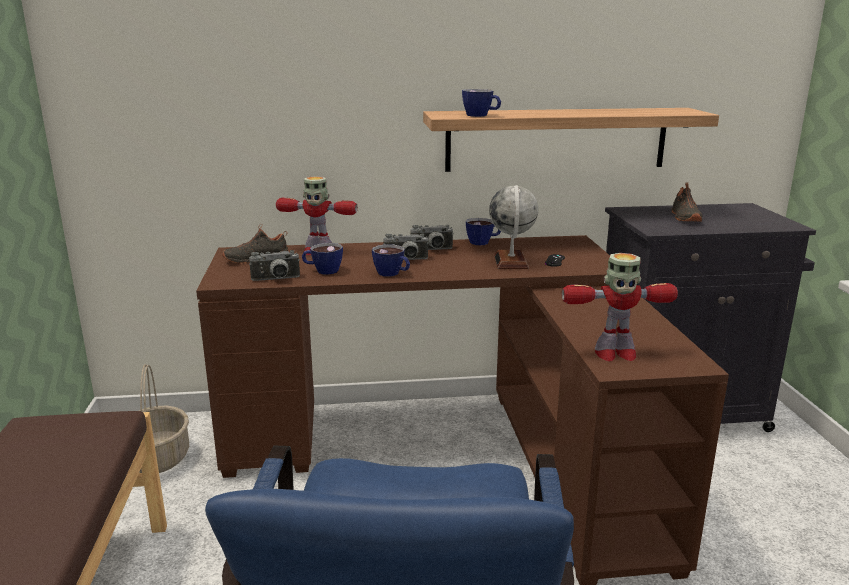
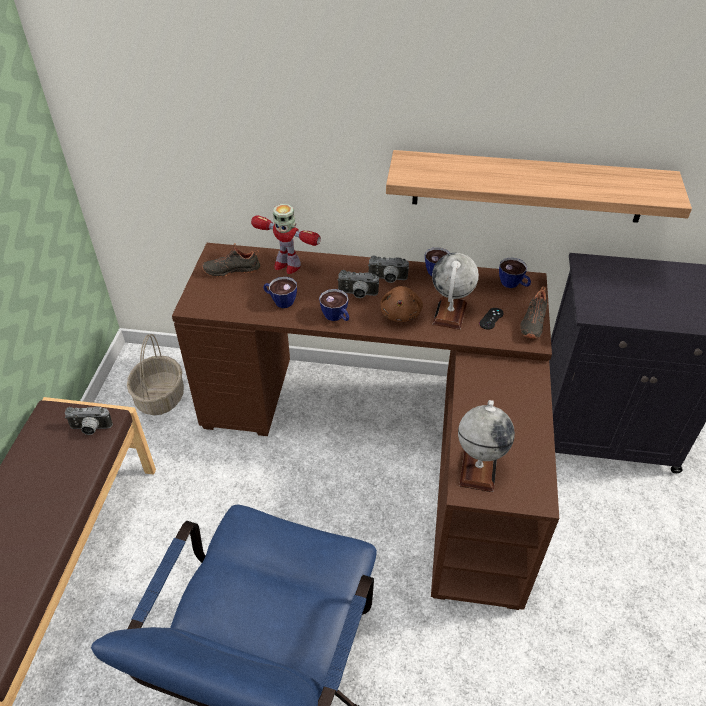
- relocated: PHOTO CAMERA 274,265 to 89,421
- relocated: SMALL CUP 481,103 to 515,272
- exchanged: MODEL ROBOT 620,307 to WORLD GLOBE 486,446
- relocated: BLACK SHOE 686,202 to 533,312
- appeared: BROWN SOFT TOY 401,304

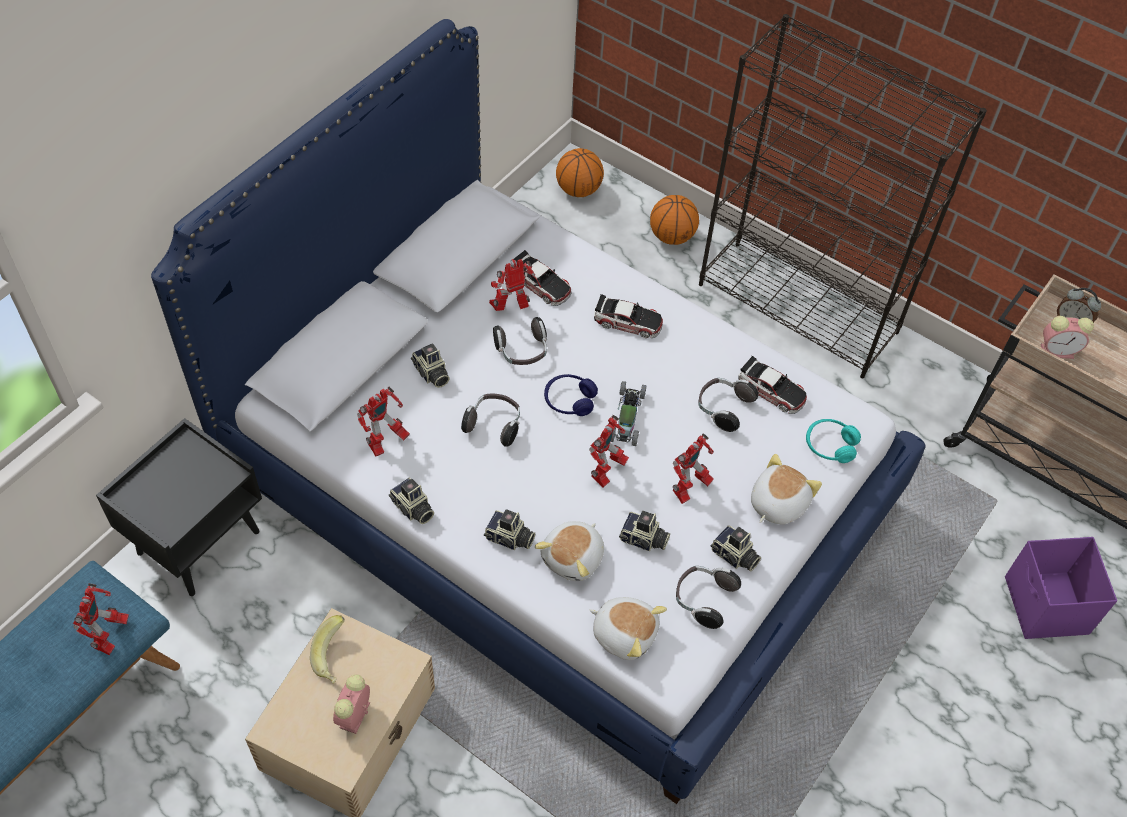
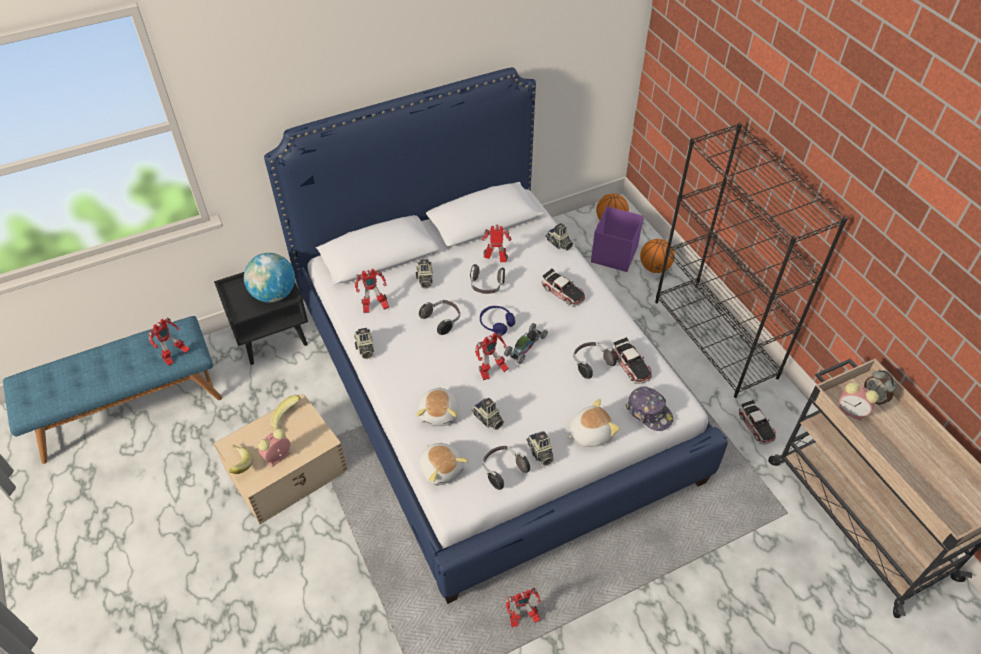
- relocated: PHOTO CAMERA 509,529 to 559,237
- relocated: TOY CAR 541,278 to 757,422
- spun: SOFT TOY 569,551 = 437,406 60 degrees counterclockwise
- relocated: MODEL ROBOT 693,468 to 523,607
- exchanged: TURQUOISE PAIR OF HEADPHONES 833,441 to CAP 649,408
- relocated: PURPLE STORAGE BOX 1061,588 to 617,239
- appeared: BANANA 240,459
- appeared: WORLD GLOBE 269,277

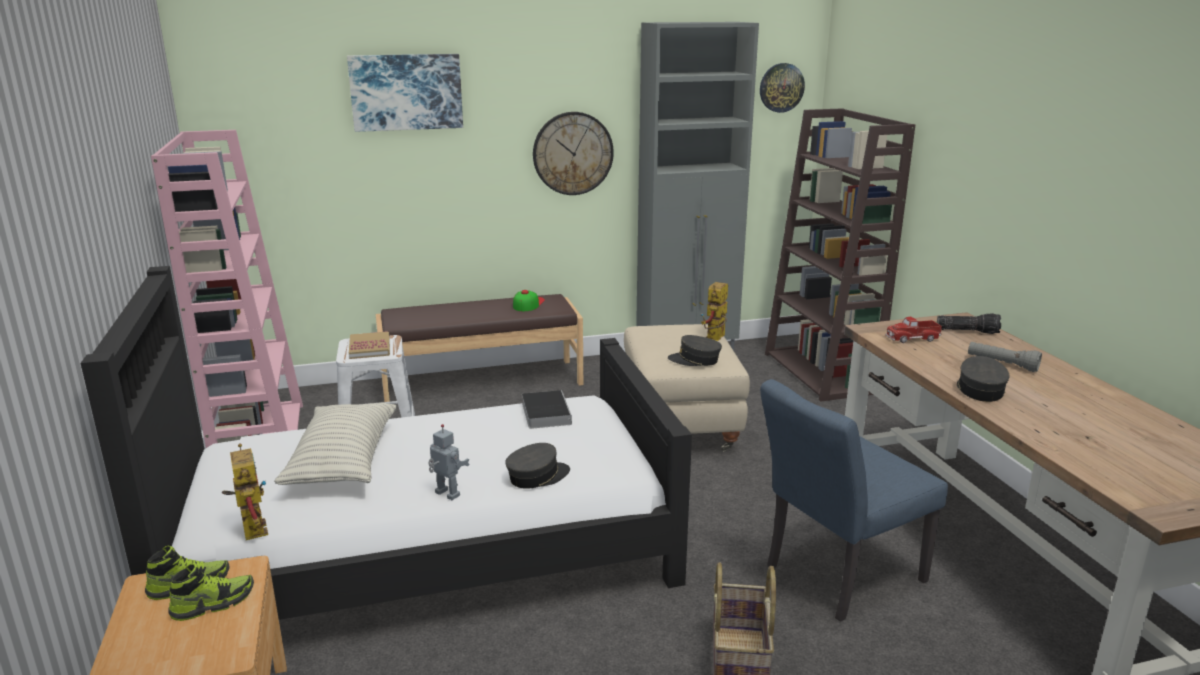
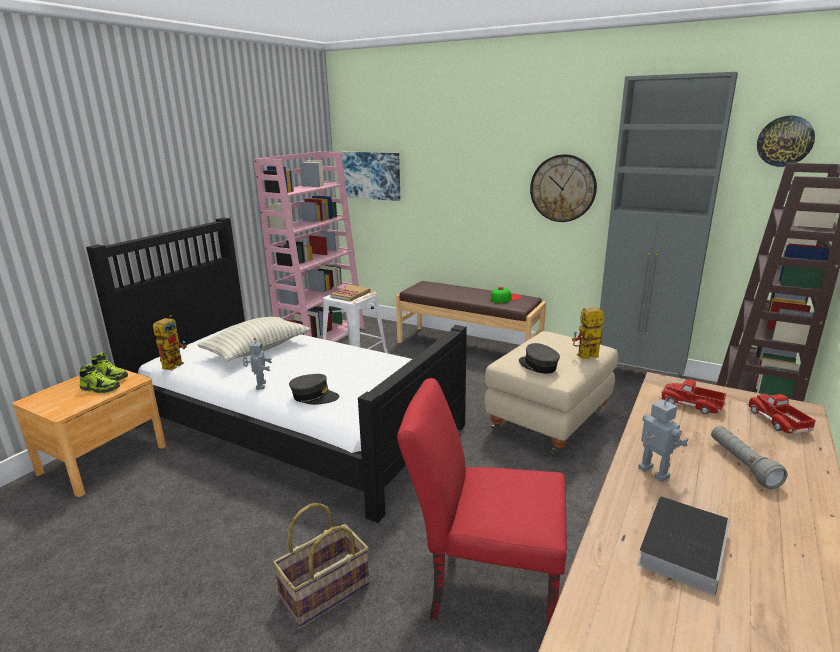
- relocated: WALL ART 405,93 to 370,176
- relocated: BOOK 547,409 to 683,546
- colour: BLUE-COLOURED UPRIGHT CHAIR 854,500 to RED-COLOURED UPRIGHT CHAIR 482,503
- exchanged: HAND TORCH 969,323 to TOY TRUCK 781,413
- exchanged: GREY CAP 983,379 to MODEL ROBOT 663,438

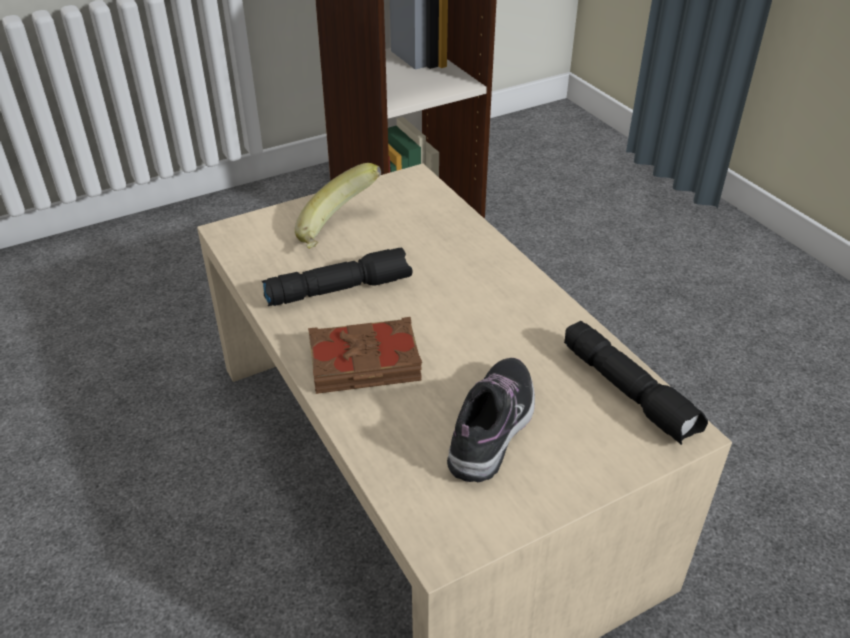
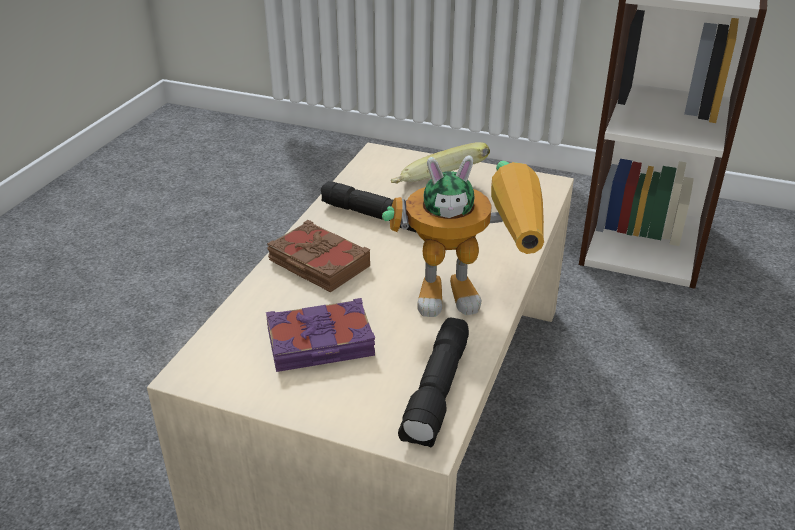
- exchanged: SHOE 491,420 to PURPLE BOOK 320,335
- appeared: MODEL ROBOT 463,236

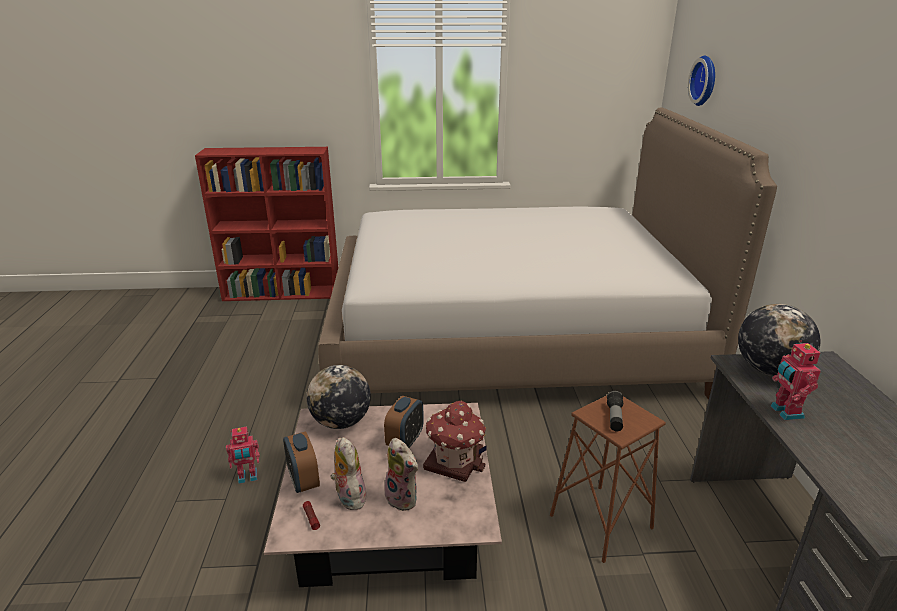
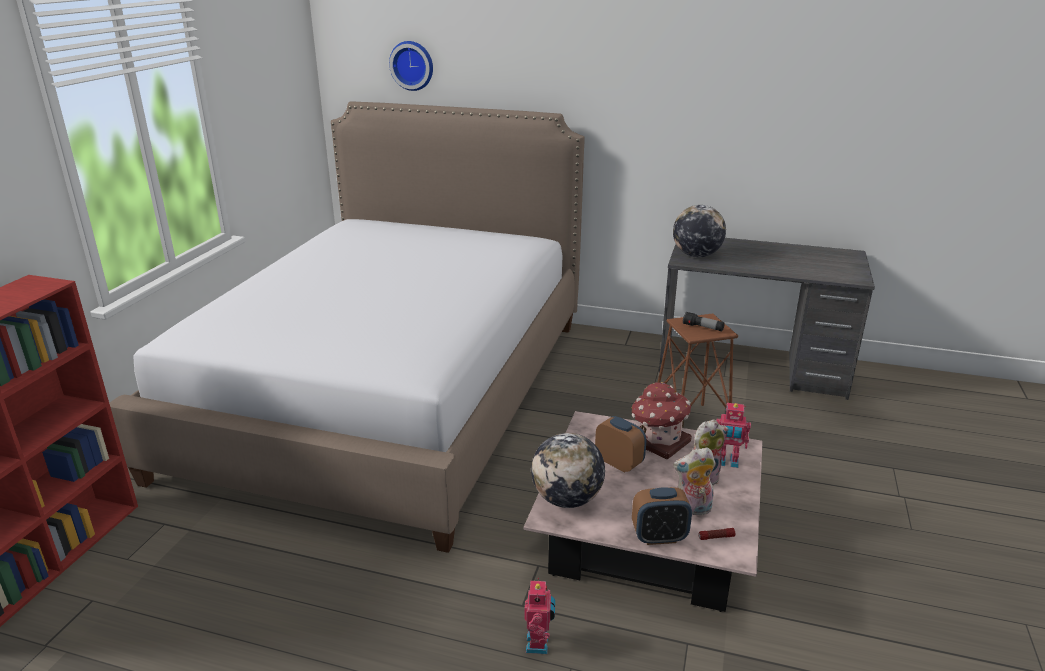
- relocated: MODEL ROBOT 796,380 to 733,435

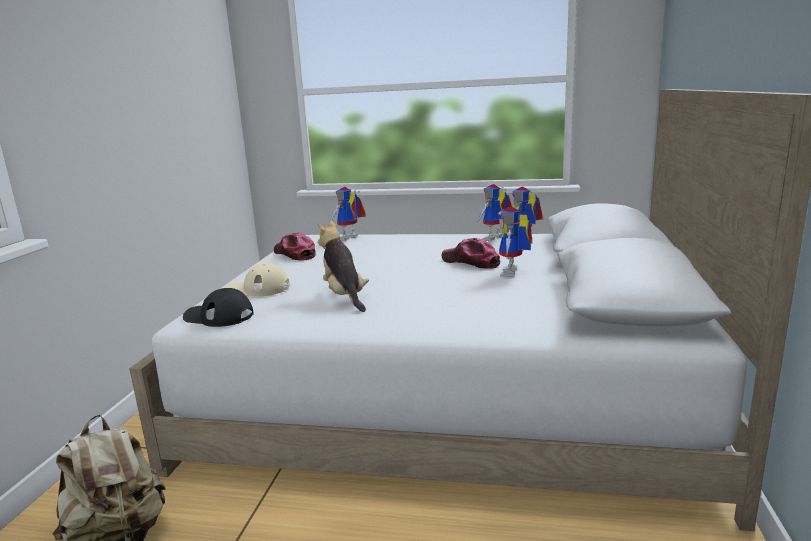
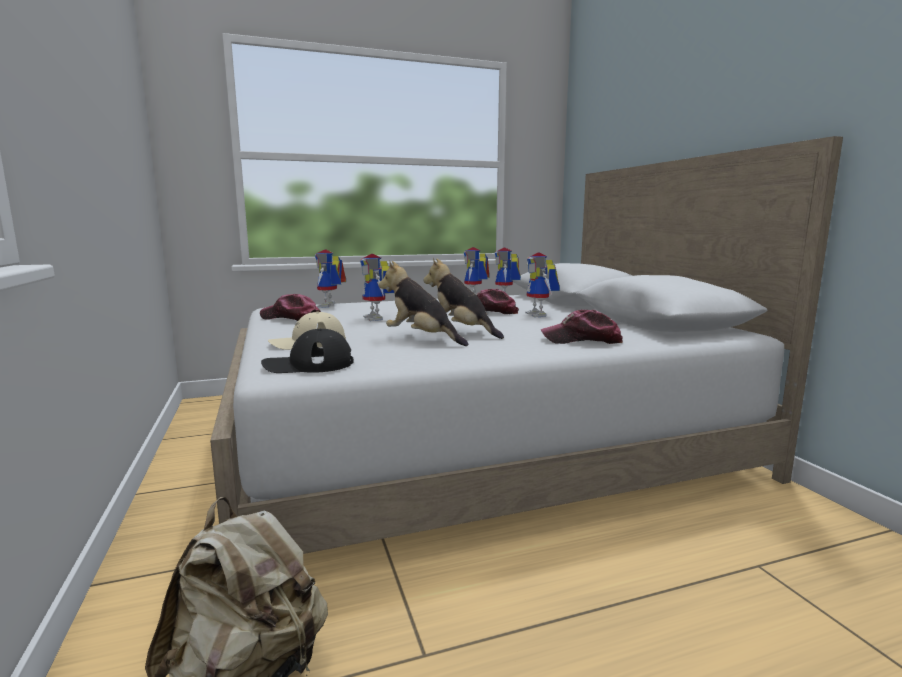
- appeared: MODEL ROBOT 377,287
- appeared: SOFT TOY 463,298
- appeared: CAP 582,327

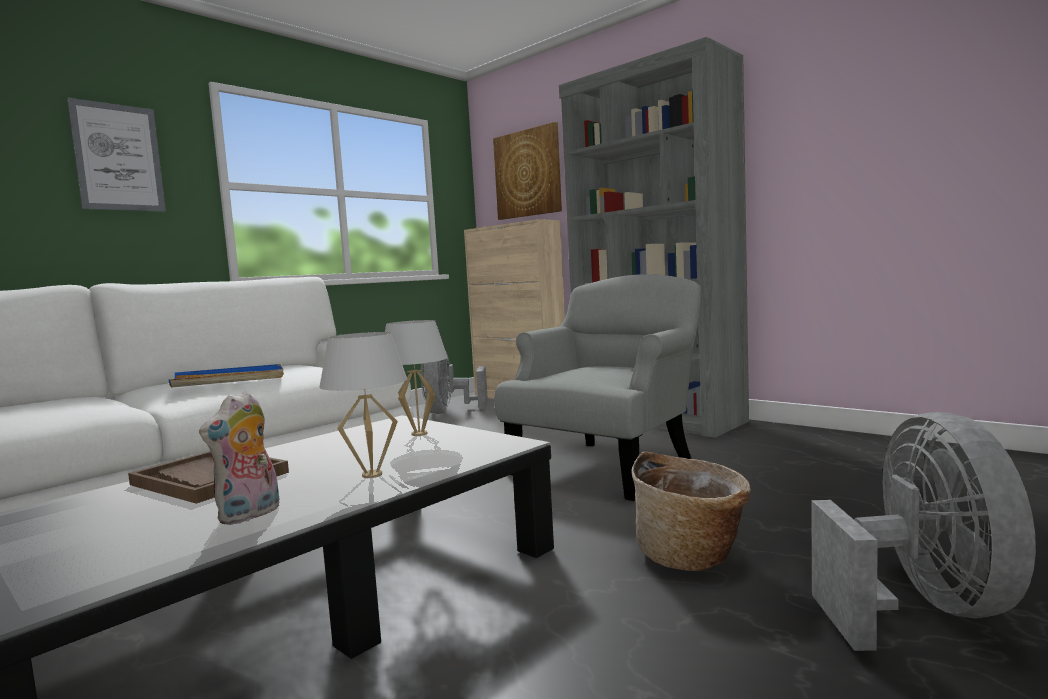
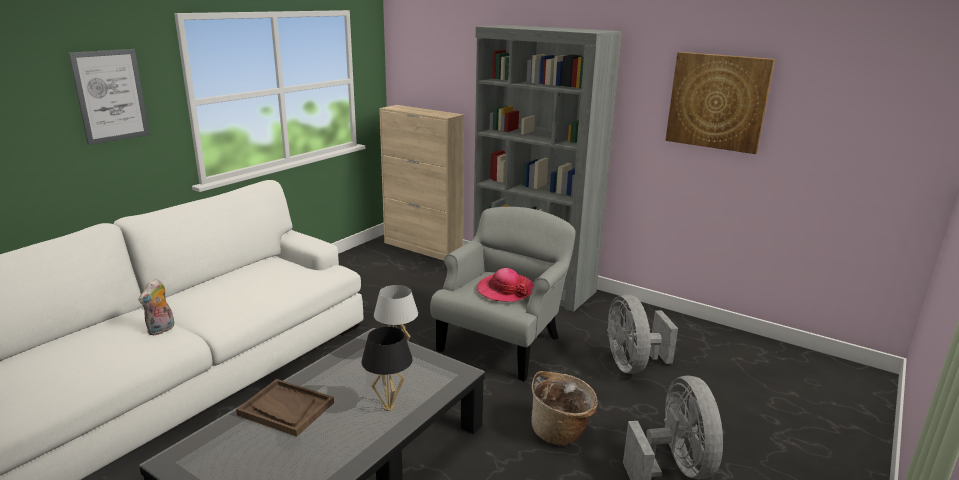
- missing: BLUE-COLOURED CARRYING TRAY 226,376
- relocated: SOFT TOY 239,458 to 156,306
- colour: WHITE LAMP FOR A TABLE 363,405 to BLACK LAMP FOR A TABLE 386,369
- relocated: GREY COOLING FAN 454,383 to 642,334
- relocated: WALL ART 527,171 to 720,103
- appeared: HAT 505,285

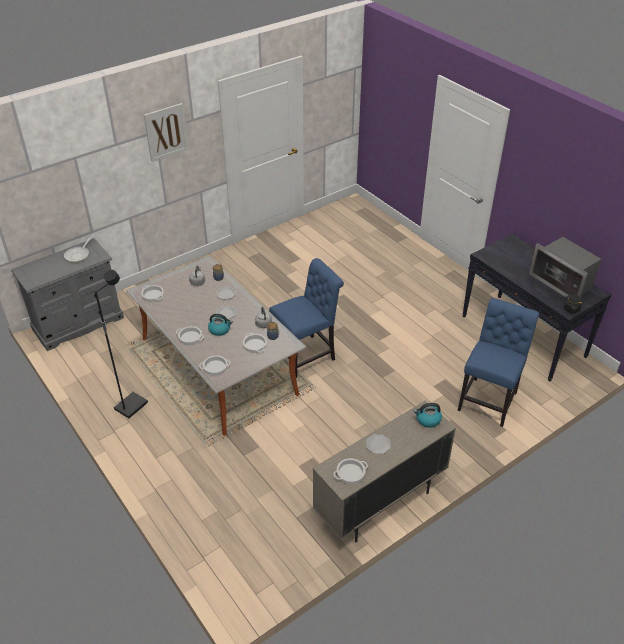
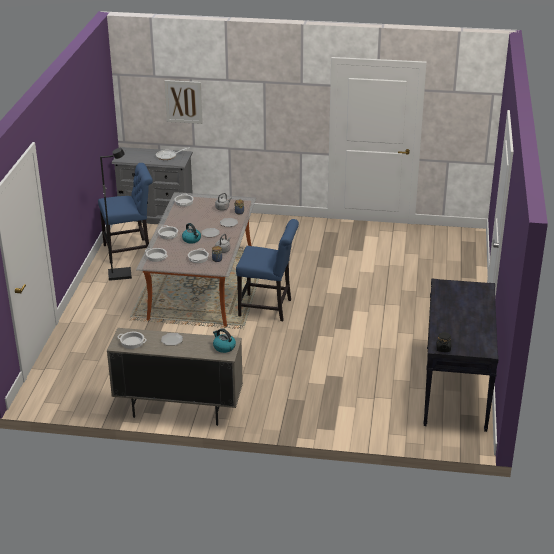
- relocated: WALL ART 166,132 to 183,102
- relocated: BLUE-COLOURED UPRIGHT CHAIR 498,362 to 125,213
- missing: MICROWAVE 565,267

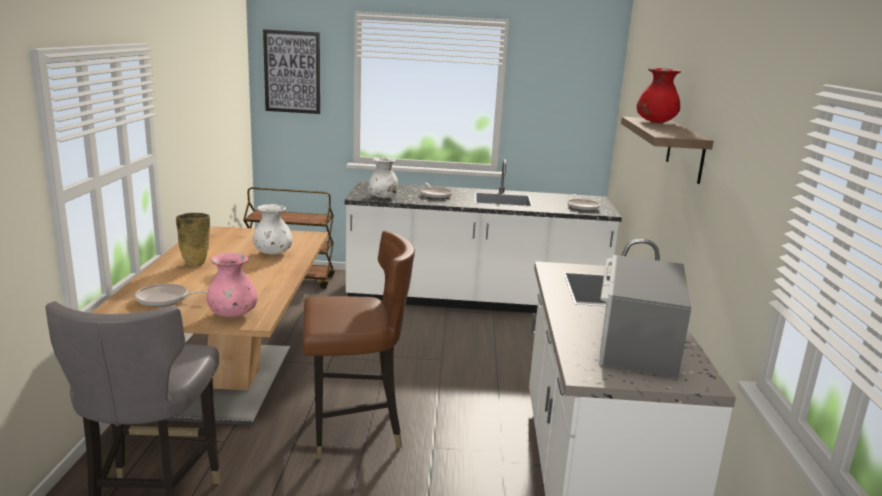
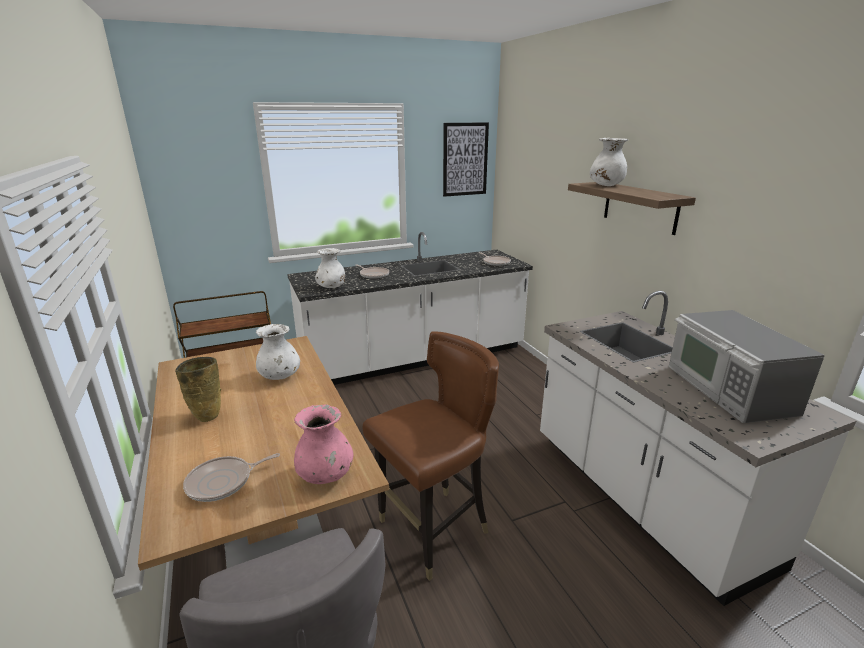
- relocated: WALL ART 291,71 to 466,159
- colour: RED-COLOURED FLOWER VASE 658,95 to WHITE FLOWER VASE 609,162

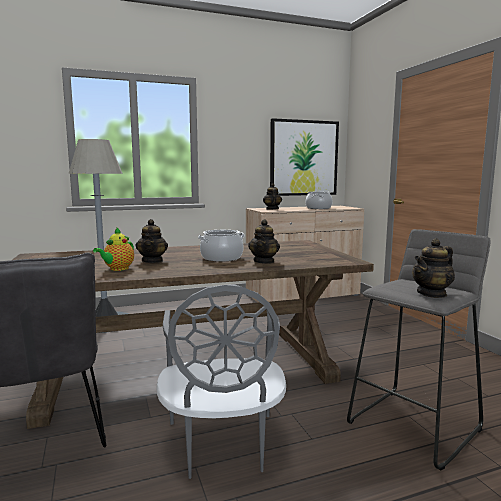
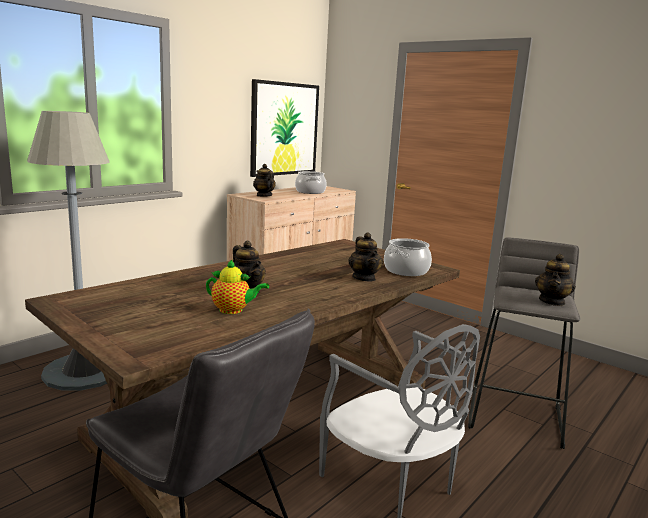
- spun: TEA POT 113,249 = 237,286 75 degrees counterclockwise
- relocated: STOCKPOT 221,246 to 408,257

